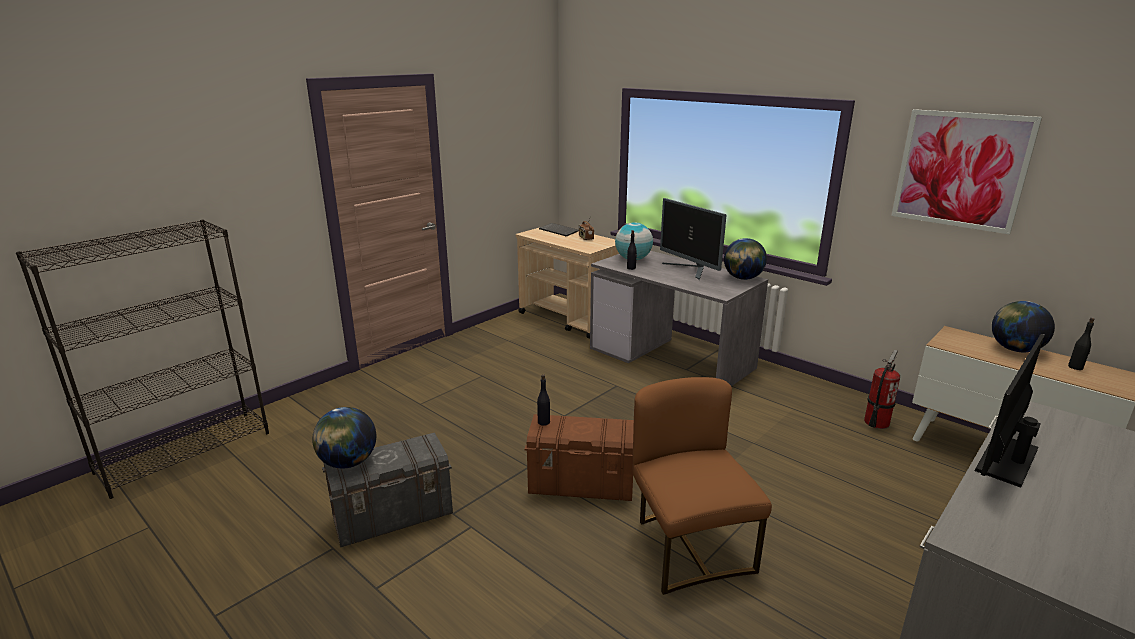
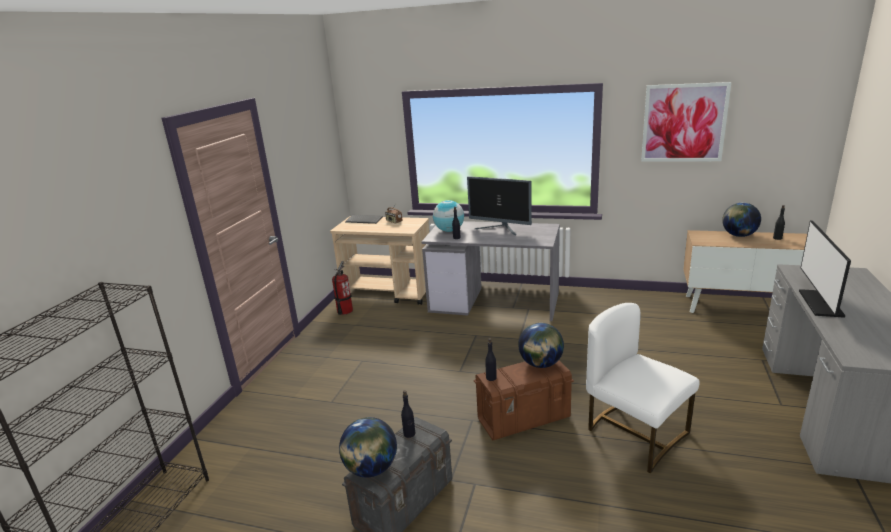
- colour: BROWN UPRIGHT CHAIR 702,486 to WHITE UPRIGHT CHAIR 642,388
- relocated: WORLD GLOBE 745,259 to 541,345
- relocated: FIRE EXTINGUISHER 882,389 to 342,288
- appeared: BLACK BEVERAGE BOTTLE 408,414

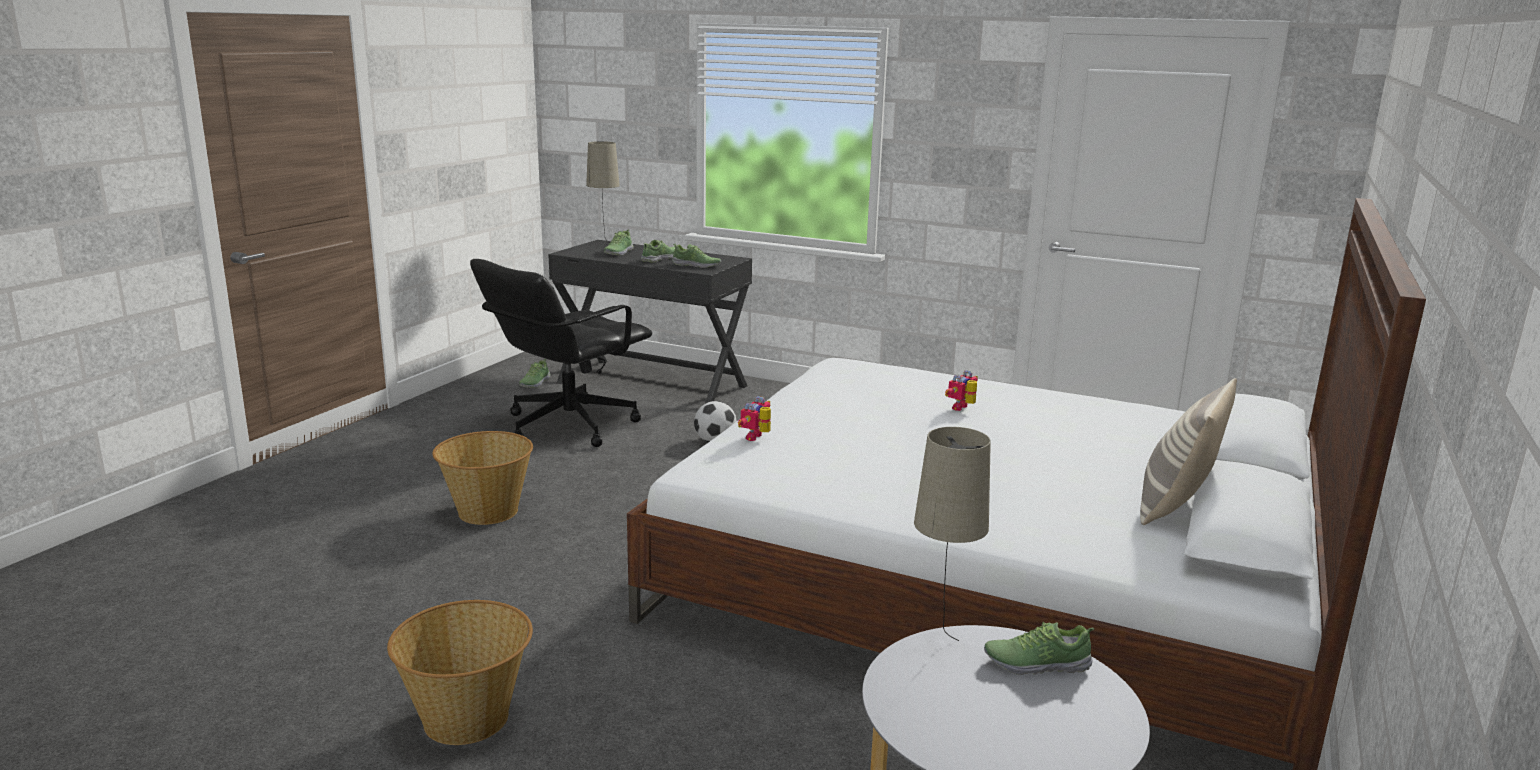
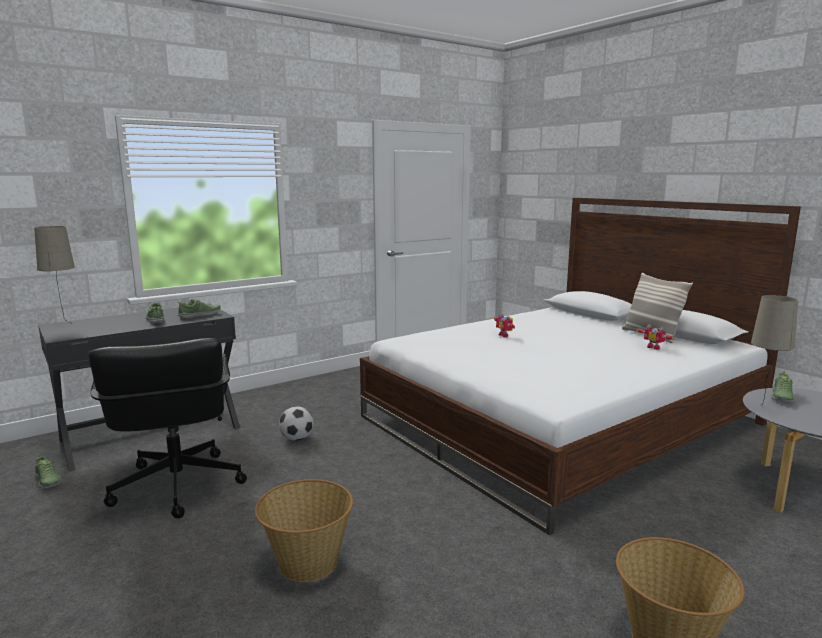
- missing: SHOE 619,242
- relocated: MODEL ROBOT 754,418 to 655,337

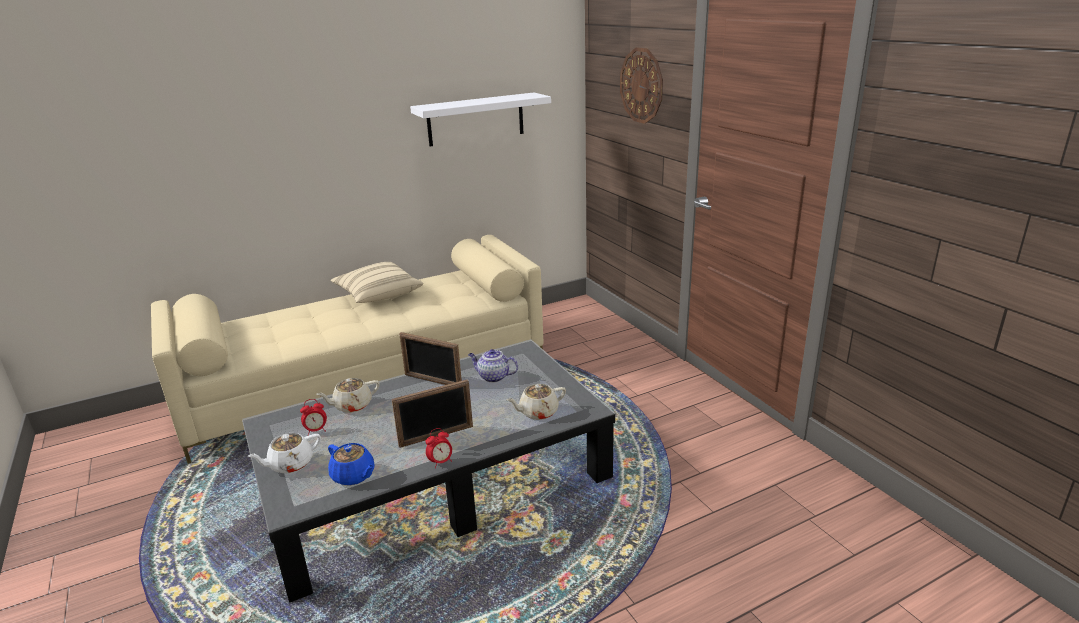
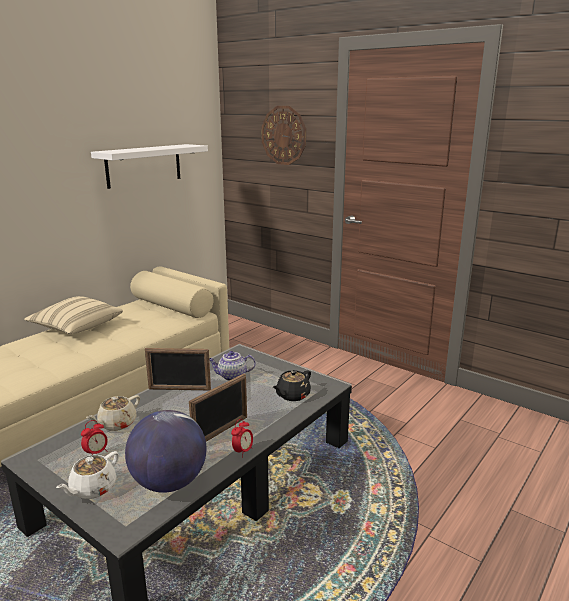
- exchanged: BLUE-COLOURED TEA POT 351,464 to WORLD GLOBE 165,451
- colour: BEIGE TEA POT 536,402 to BLACK TEA POT 292,385

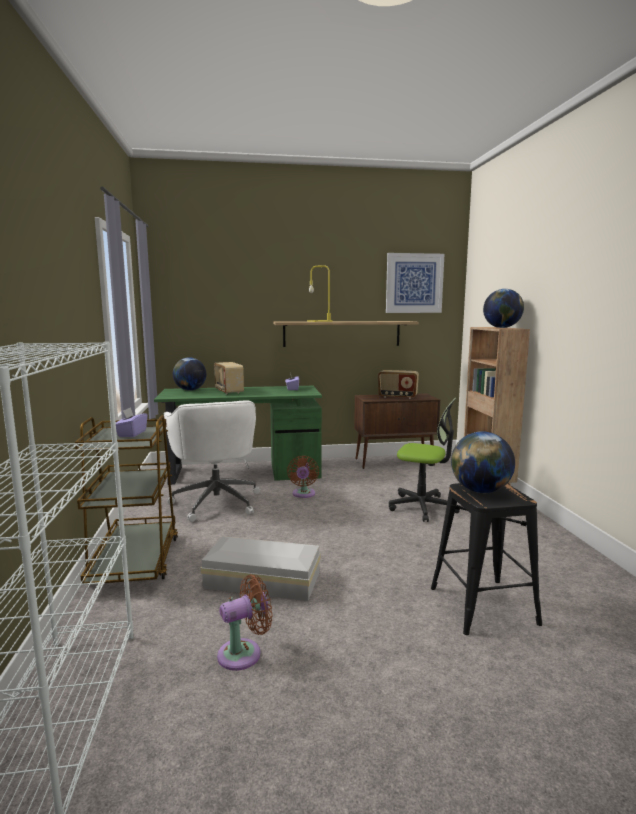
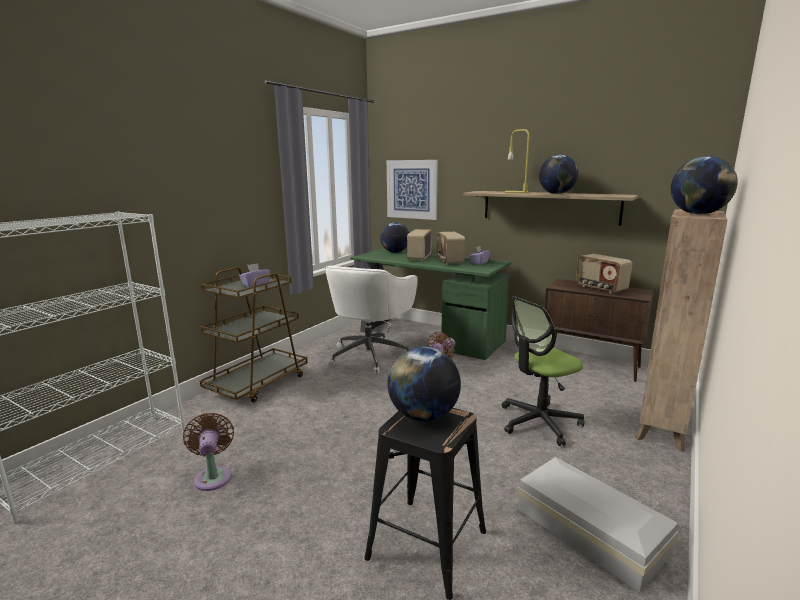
- relocated: WHITE STORAGE BOX 260,568 to 597,524
- spun: BROWN COOLING FAN 245,622 = 208,452 120 degrees counterclockwise
- relocated: WALL ART 415,283 to 412,190
- spun: COMPUTER CHAIR 424,460 = 543,371 90 degrees clockwise
- appeared: RADIO 451,248
- appeared: WORLD GLOBE 559,174

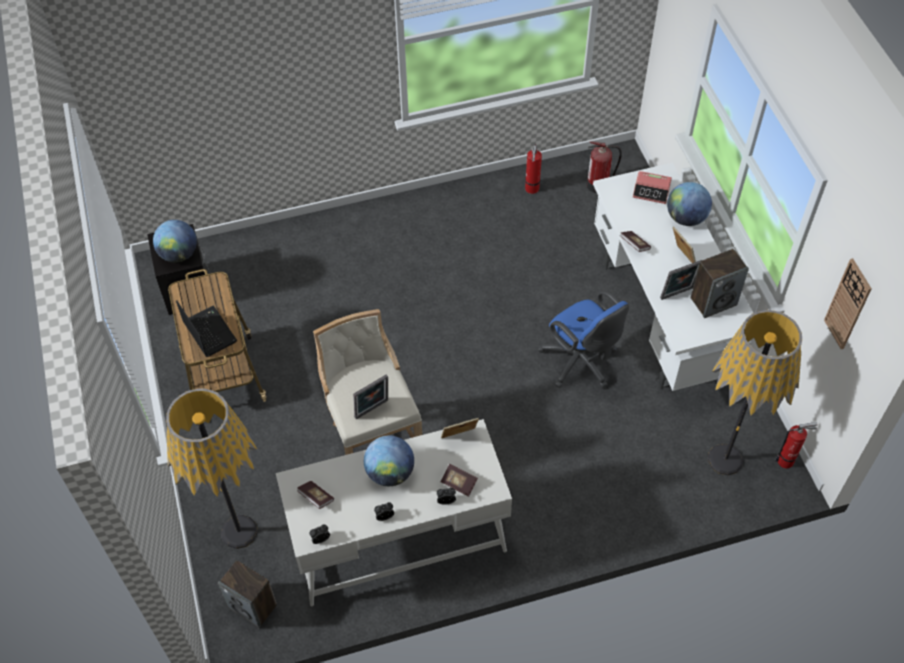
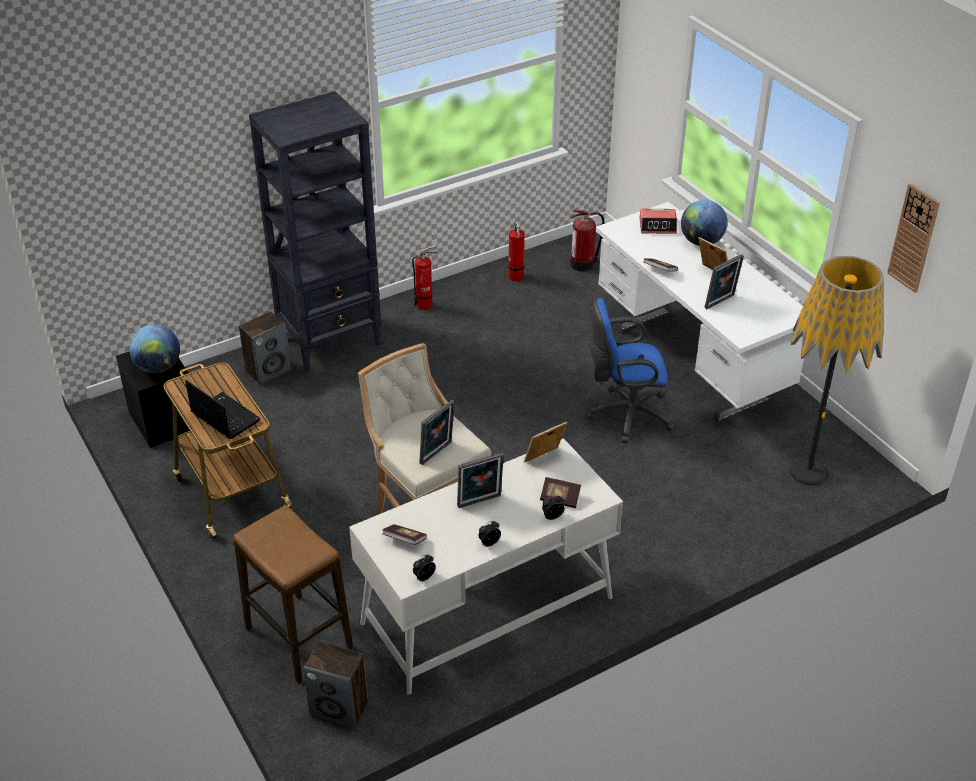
- exchanged: STANDARD LAMP 212,468 to SITTING STOOL 293,594
- exchanged: WORLD GLOBE 389,460 to STANDING FRAME 480,480
- spun: BLUE-COLOURED COMPUTER CHAIR 583,339 = 630,370 135 degrees clockwise
- relocated: LOUDSPEAKER 720,283 to 265,348
- relocated: FIRE EXTINGUISHER 796,445 to 425,277
- appeared: BLACK BOOKCASE 315,231

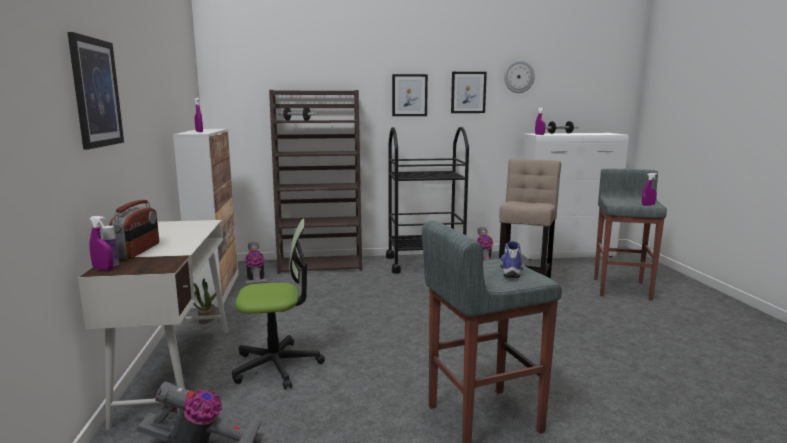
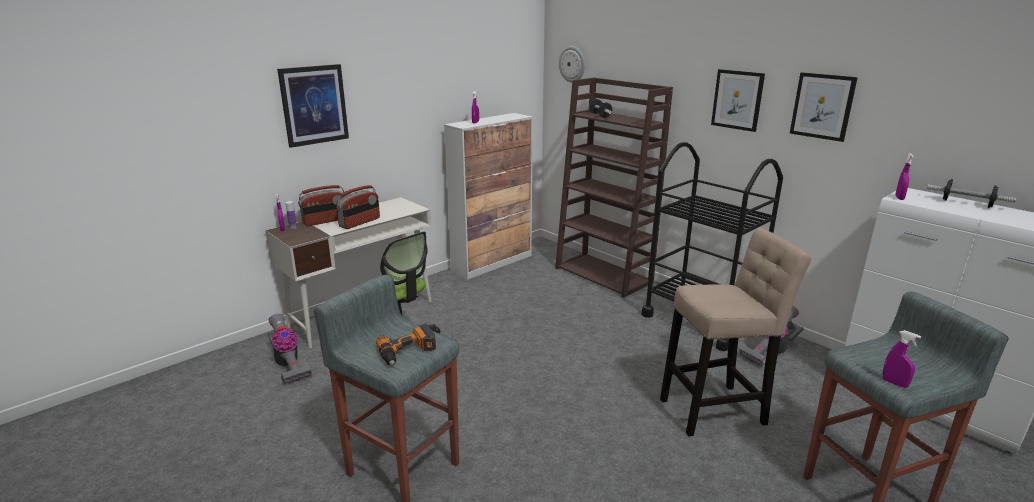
- missing: POTTED PLANT 205,301
- missing: HOOVER 256,264
- exchanged: SHOE 511,259 to DRILL 406,344
- relocated: HANGING CLOCK 519,77 to 572,64
- appeared: RADIO 358,207

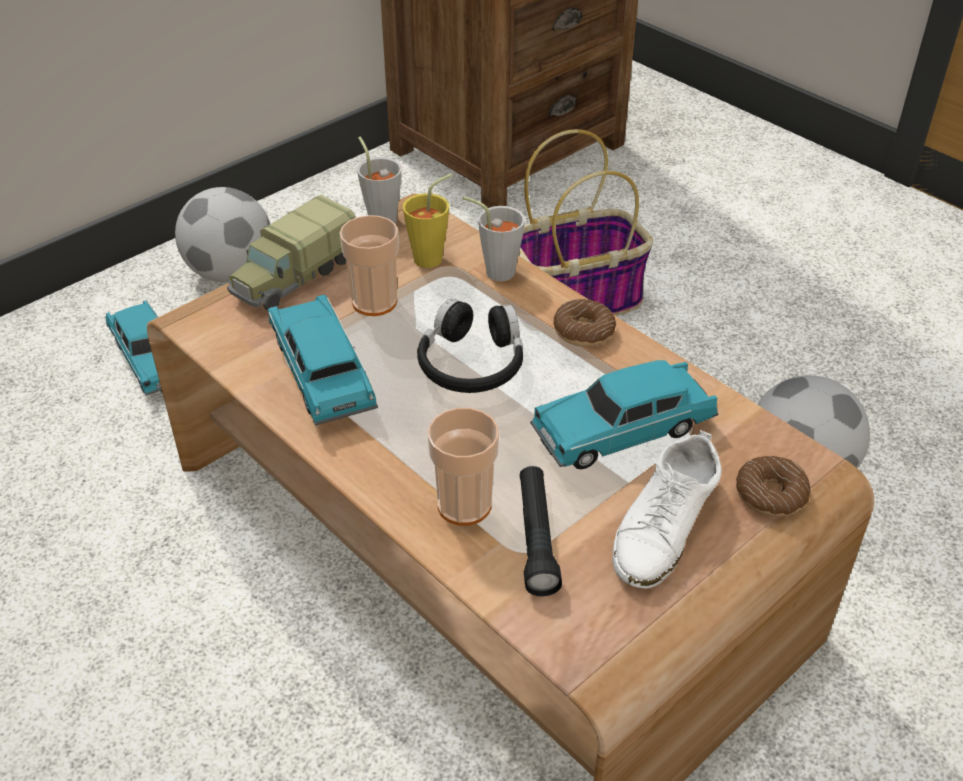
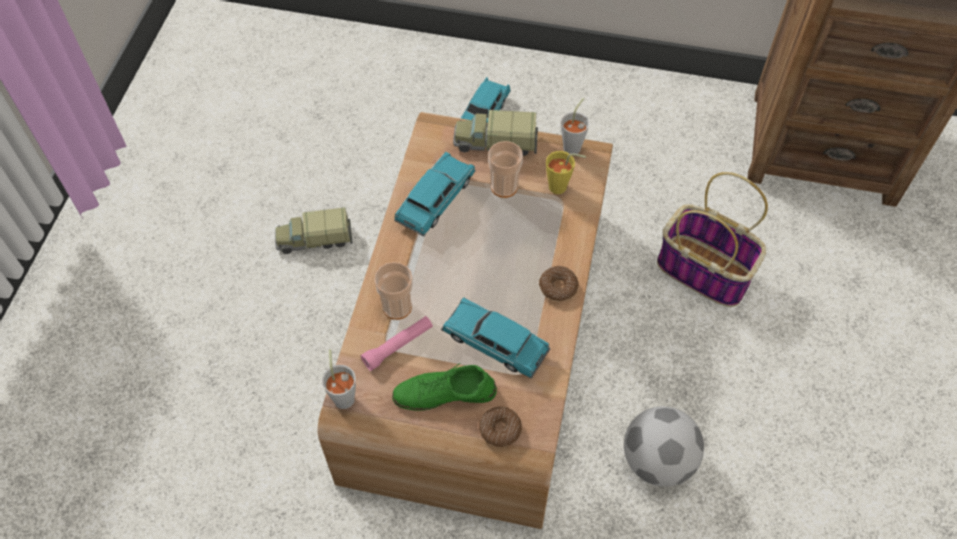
- missing: FOOTBALL 222,234
- missing: BLACK PAIR OF HEADPHONES 470,346
- relocated: GREY SMALL CUP 493,238 to 339,379
- colour: BLACK HAND TORCH 541,531 to PINK-COLOURED HAND TORCH 397,343
- colour: WHITE SHOE 667,509 to GREEN-COLOURED SHOE 444,387
- appeared: TOY TRUCK 314,230

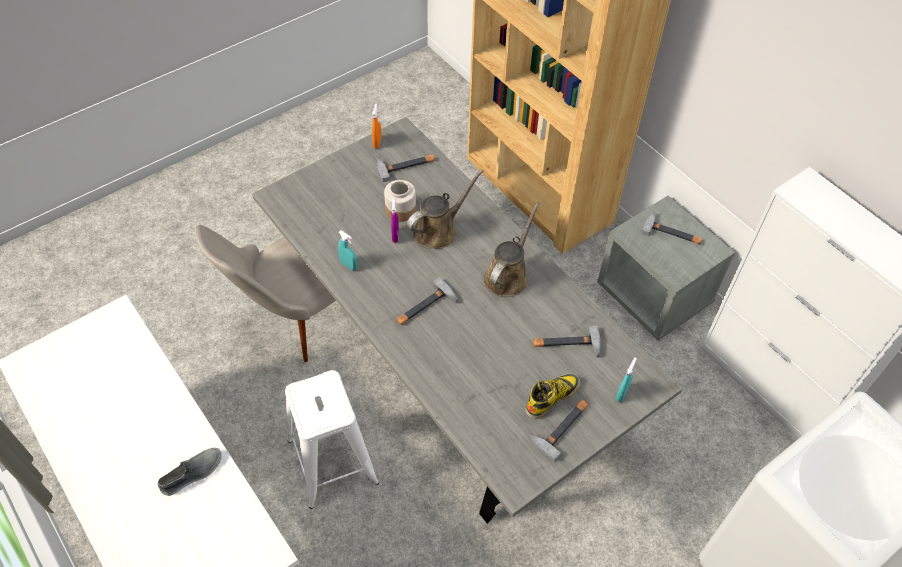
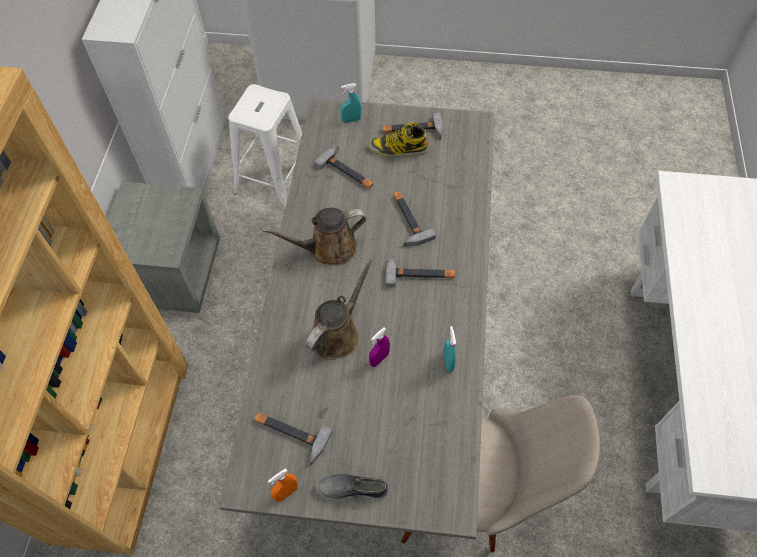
- relocated: GREY SHOE 190,472 to 351,486
- relocated: WHITE SITTING STOOL 332,439 to 265,147
- missing: STORAGE JAR 400,201
- spun: BROWN SPRINKLING CAN 445,209 = 340,307 120 degrees clockwise
- relocated: TOOL HAMMER 672,227 to 414,219

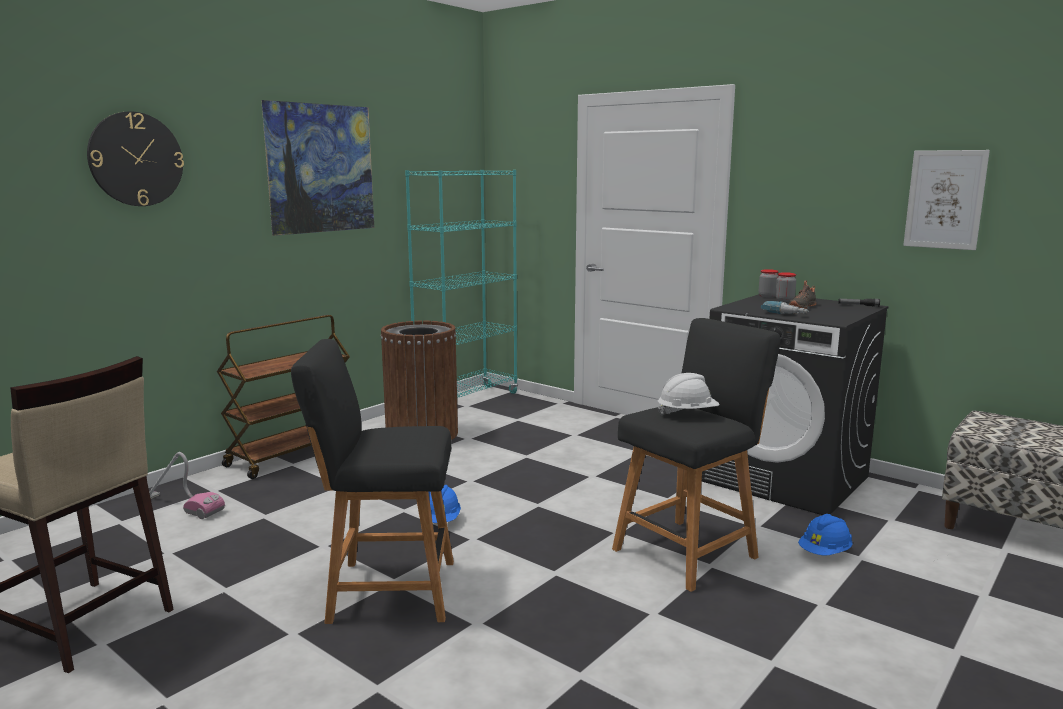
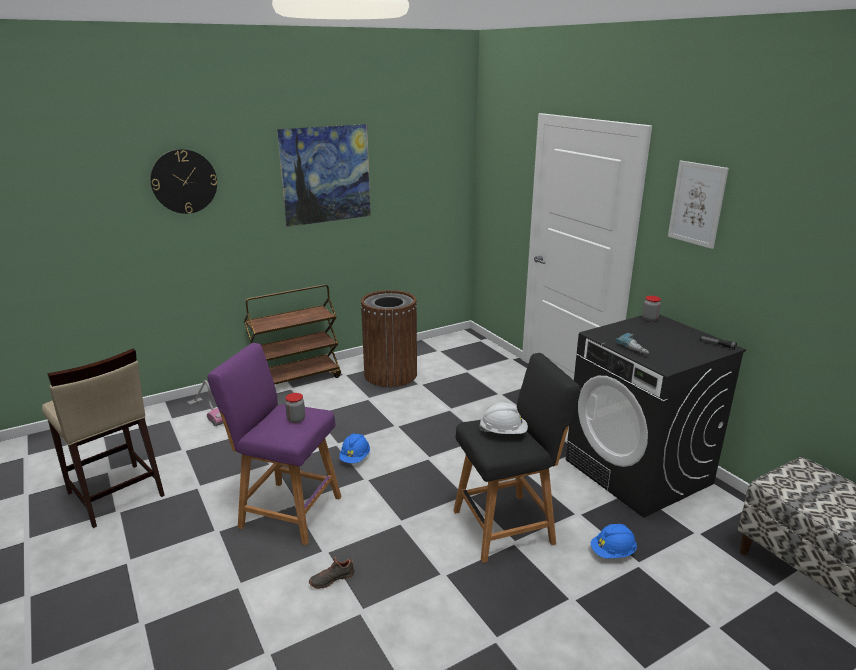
- colour: BLACK SITTING STOOL 372,481 to PURPLE SITTING STOOL 274,444
- missing: TURQUOISE BOOKCASE 461,284
- relocated: STORAGE JAR 785,287 to 295,408
- relocated: BLACK SHOE 802,295 to 332,573
- relocated: WALL ART 946,200 to 698,205

